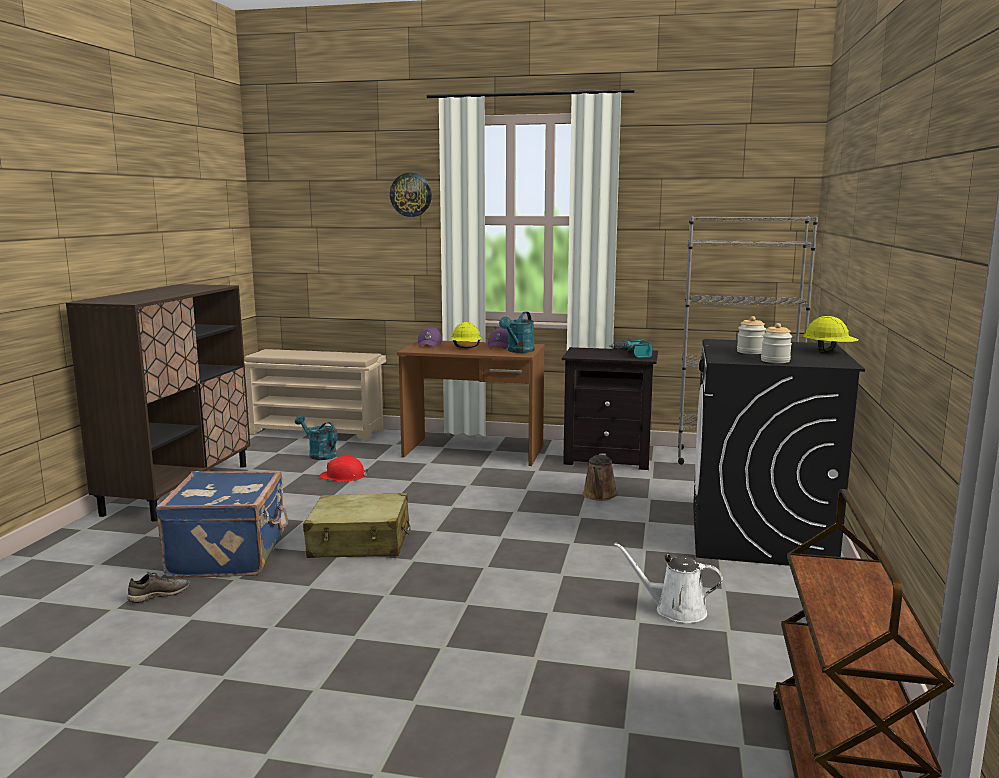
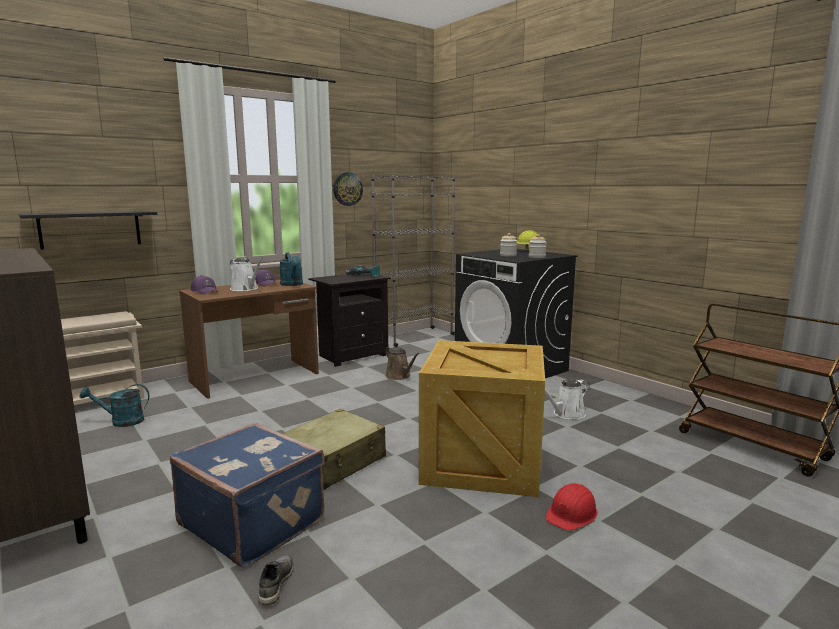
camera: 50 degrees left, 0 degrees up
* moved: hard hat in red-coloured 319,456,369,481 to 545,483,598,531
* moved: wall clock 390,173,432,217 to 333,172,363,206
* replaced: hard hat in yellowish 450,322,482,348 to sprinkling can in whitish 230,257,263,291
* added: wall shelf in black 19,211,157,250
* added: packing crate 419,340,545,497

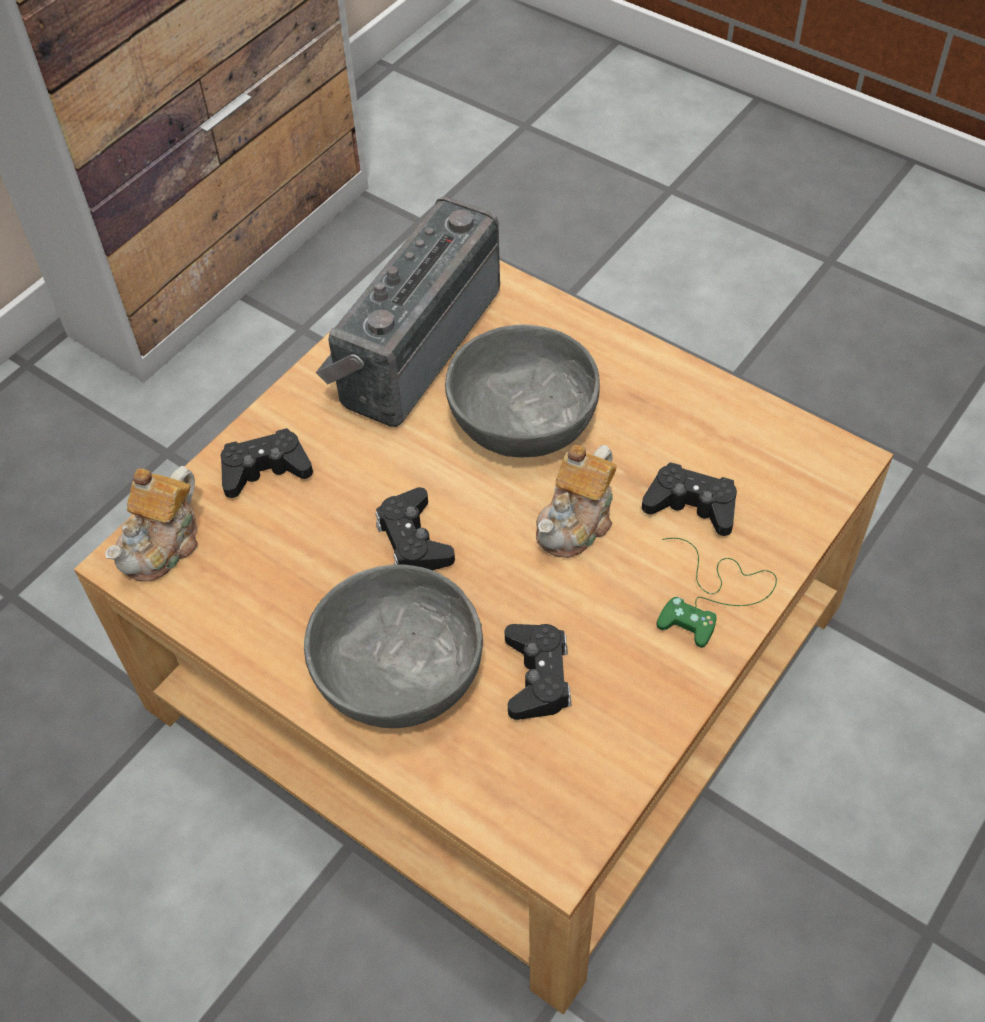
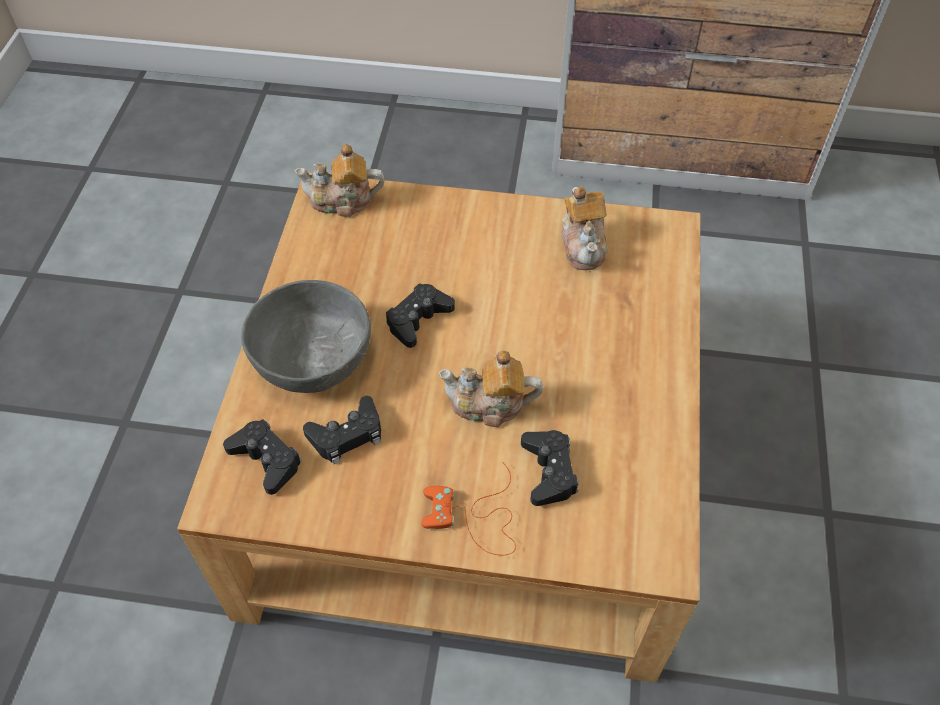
camera: 60 degrees right, 0 degrees up
* moved: joypad in black 221,428,313,498 to 223,419,302,495
* replaced: radio set 316,197,500,427 to teapot 561,187,608,270
* removed: bowl in greyish 445,324,600,457
* recoloured: joypad in green 656,538,777,648 to joypad in orange 421,462,516,556

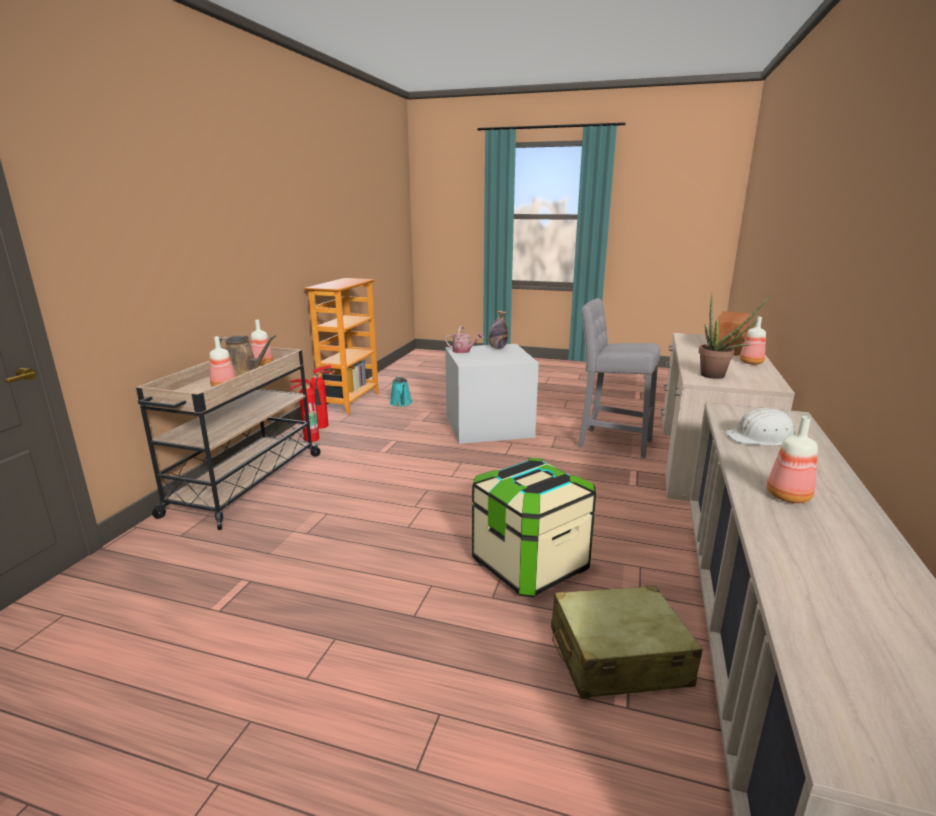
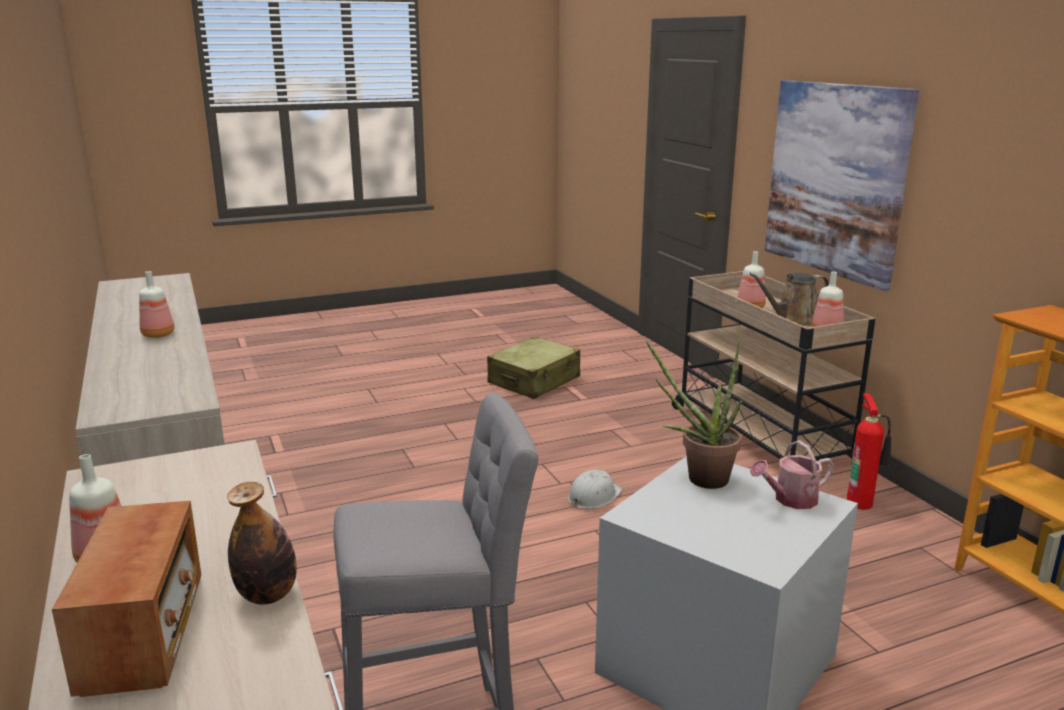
camera: 140 degrees right, 0 degrees up
* removed: fire-fighting cylinder 310,365,333,429
* removed: sprinkling can in turquoise-coloured 390,376,412,406
* removed: storage container 472,458,596,597
* moved: bottle 489,311,508,349 to 227,482,297,605
* moved: suitcase in beige 551,585,703,699 to 487,336,580,399
* moved: houseplant 699,292,771,379 to 646,340,743,489
* moved: hard hat in whitish 725,408,795,446 to 568,470,622,509
* added: wall picture 765,80,919,291

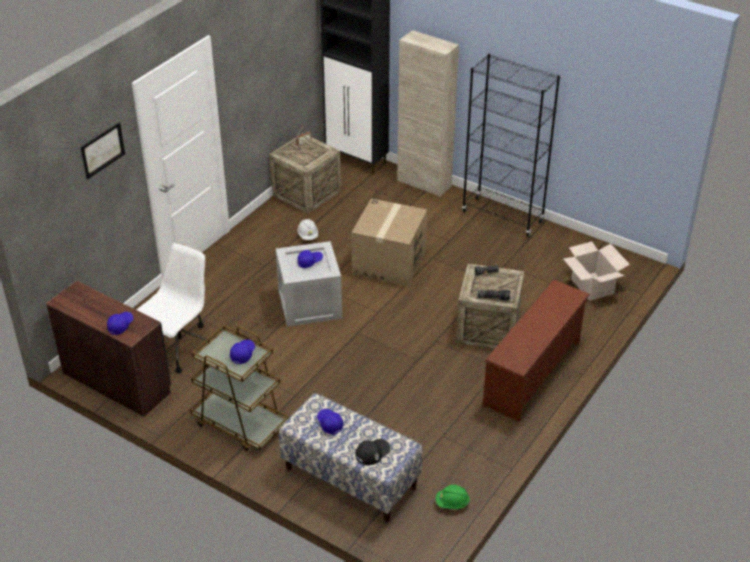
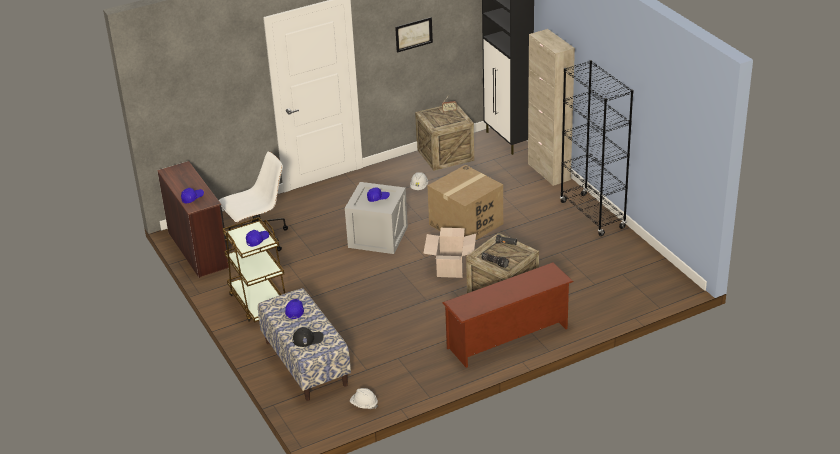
camera: 30 degrees right, 5 degrees down
* moved: wall picture 81,122,125,179 to 395,17,433,53
* recoloured: hard hat in green 436,485,470,509 to hard hat in whitish 350,388,378,409
* moved: packing box 563,241,630,301 to 423,228,476,278

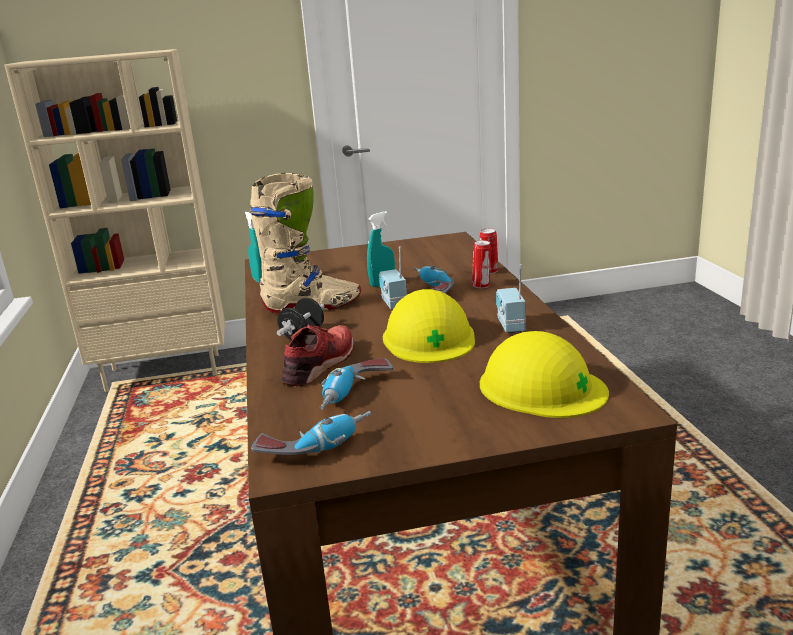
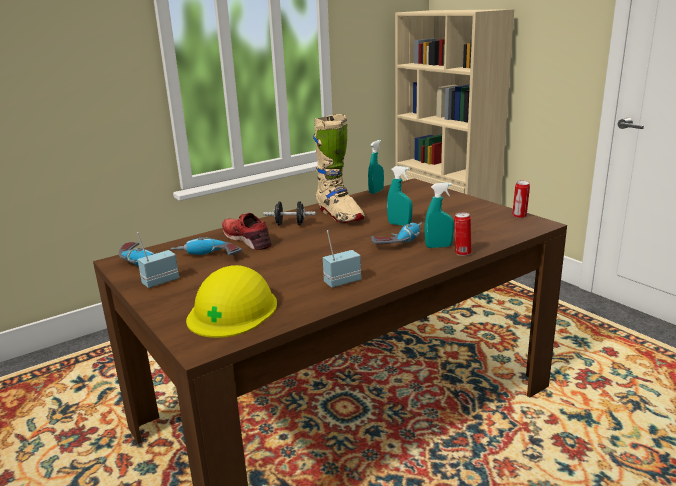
camera: 65 degrees right, 0 degrees up
* turned: low shoe in red-coloured 281,325,354,387 = 222,213,272,250 135 degrees counterclockwise
* moved: radio set 379,247,407,310 to 137,232,179,288
* removed: hard hat in yellowish 383,289,475,363
* moved: can 472,240,491,288 to 512,180,530,218
* added: spray bottle in turquoise-coloured 424,182,454,248

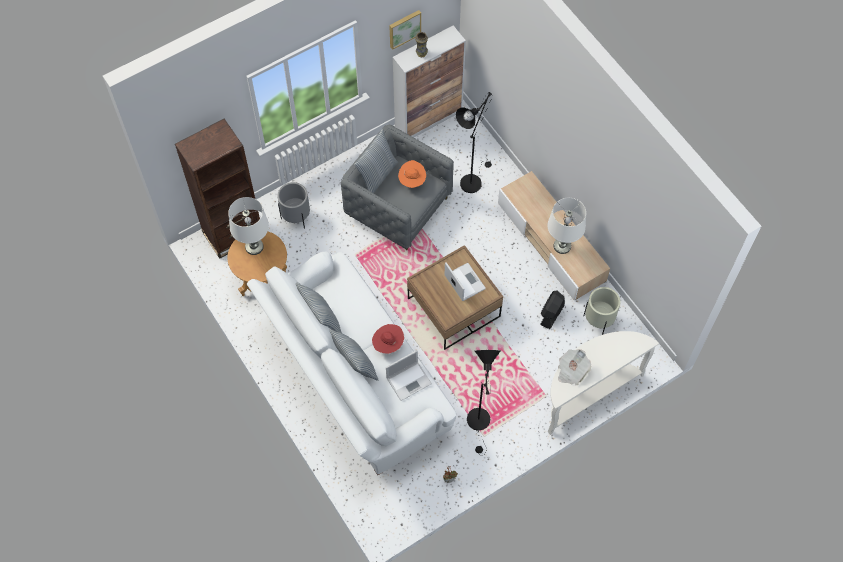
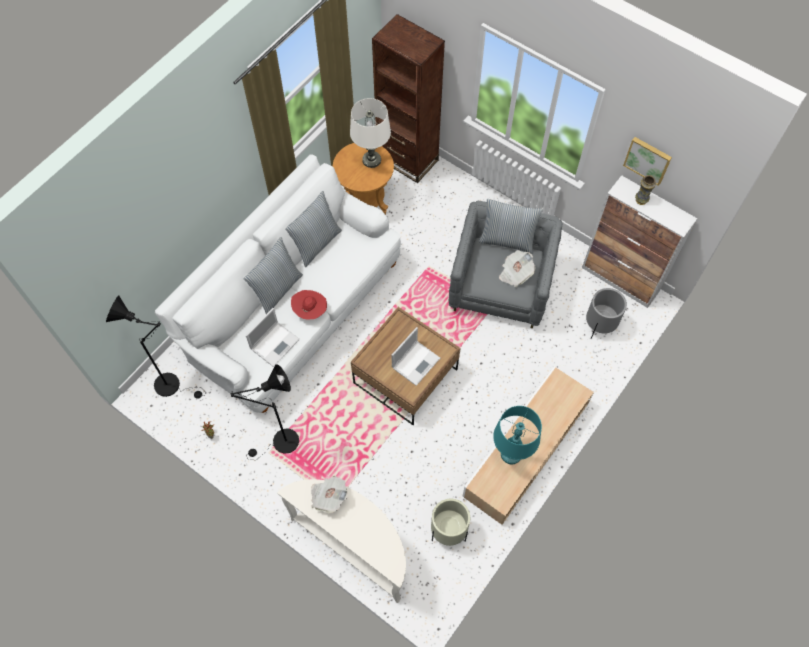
camera: 70 degrees right, 0 degrees up
* moved: planter in greyish 277,182,310,229 to 586,288,627,339
* turned: laptop 386,350,432,401 = 246,308,300,367 90 degrees counterclockwise
* replaced: wearable hat in orange 398,160,426,188 to printed paper 499,250,535,287
* moved: standard lamp in black 456,92,493,193 to 106,296,206,399
* removed: electric fan in black 540,291,565,329
* recoloured: table lamp in whitish 547,198,586,254 to table lamp in turquoise-coloured 493,406,542,464

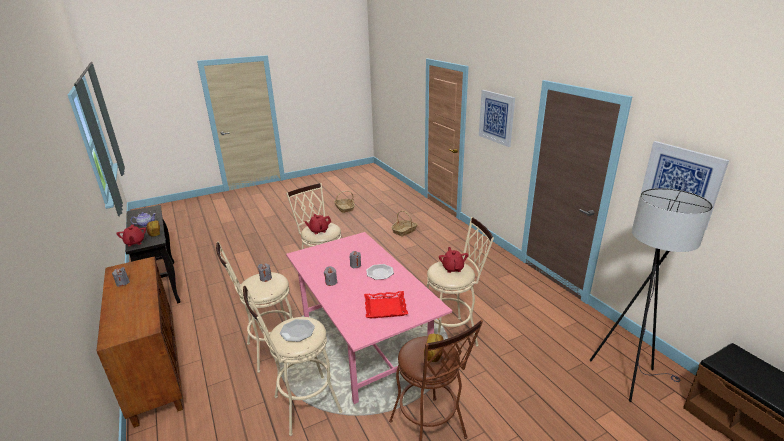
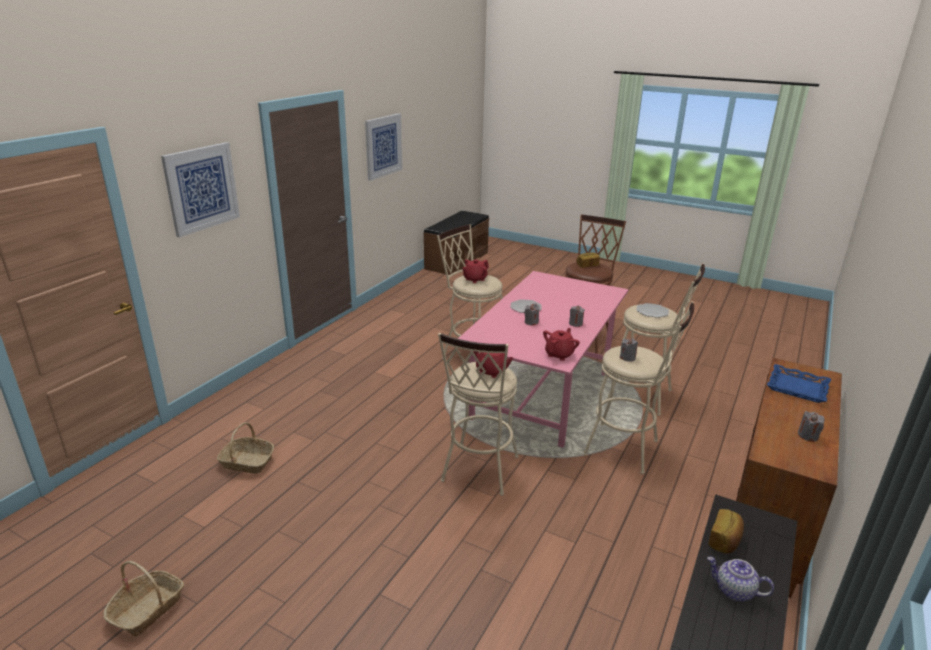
camera: 125 degrees left, 0 degrees up
* moved: teapot in red-coloured 116,224,146,246 to 543,328,580,361
* removed: tray in red-coloured 364,291,408,318
* removed: standard lamp in greyish 590,188,713,402
* added: tray in bluish 767,364,831,403

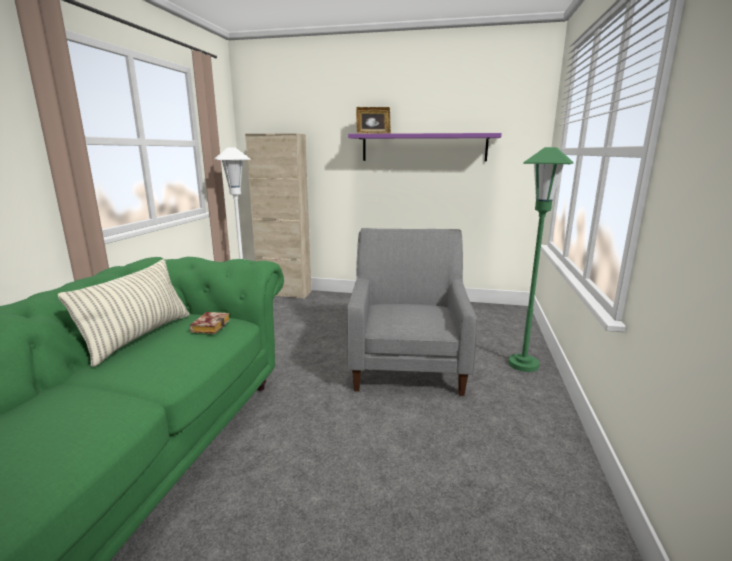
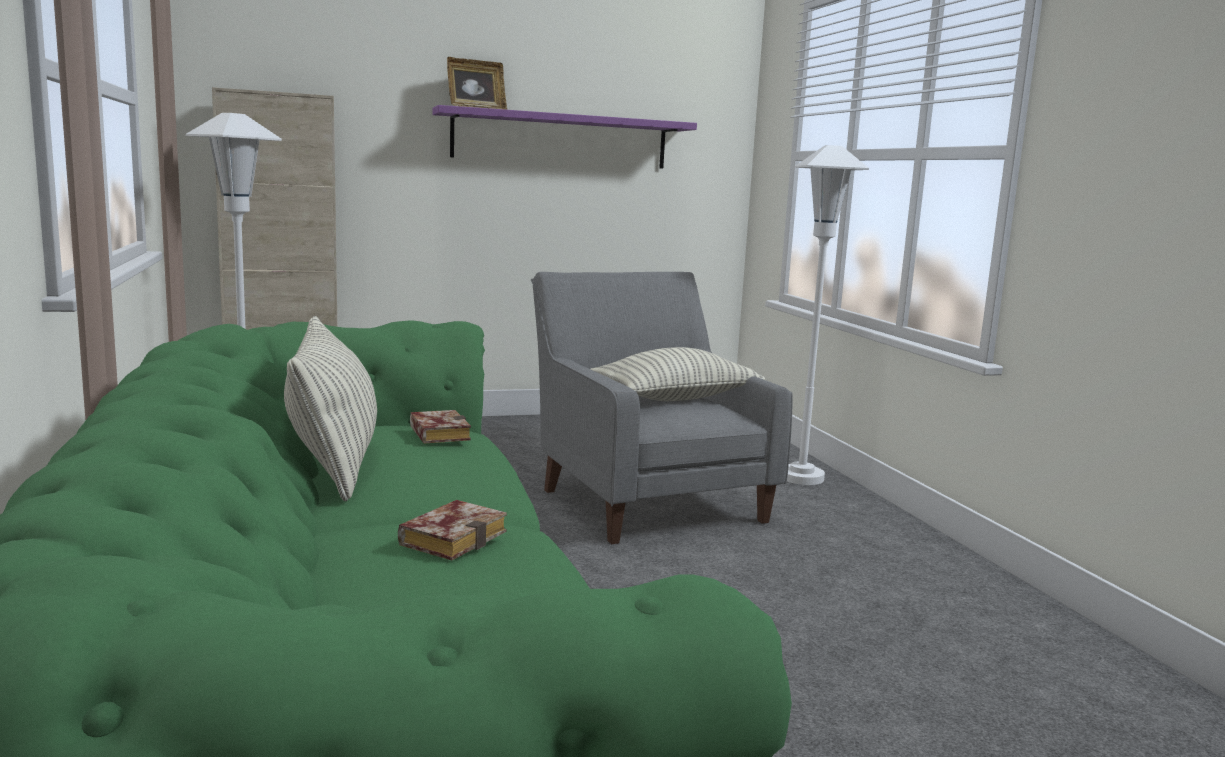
camera: 30 degrees left, 5 degrees down
* recoloured: standard lamp in green 508,147,574,372 to standard lamp in whitish 787,145,869,485
* added: bound book 398,500,507,560
* added: throw pillow 591,347,765,401

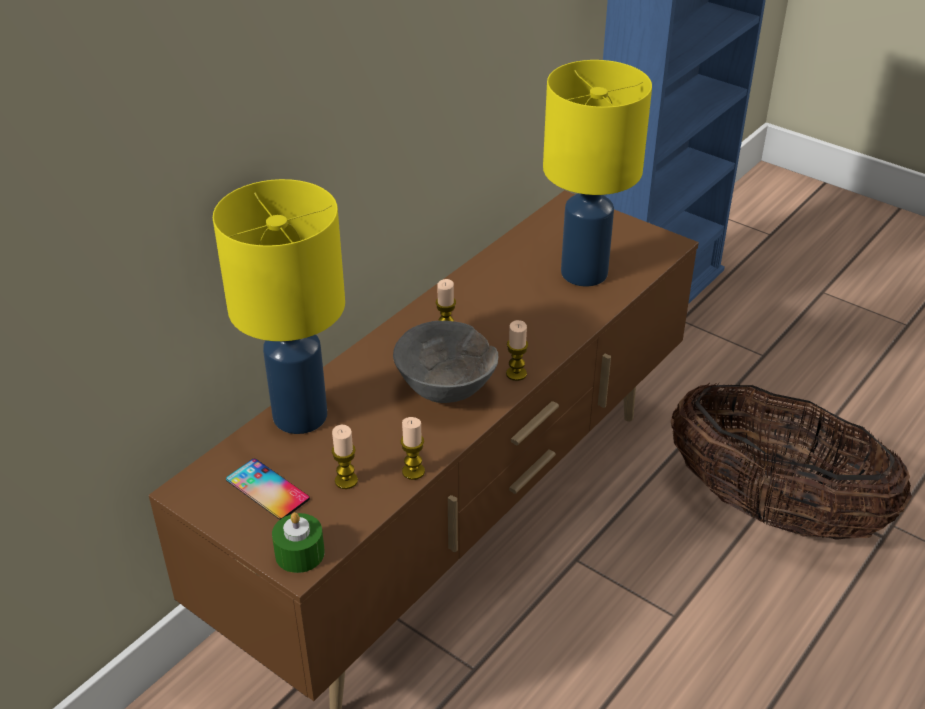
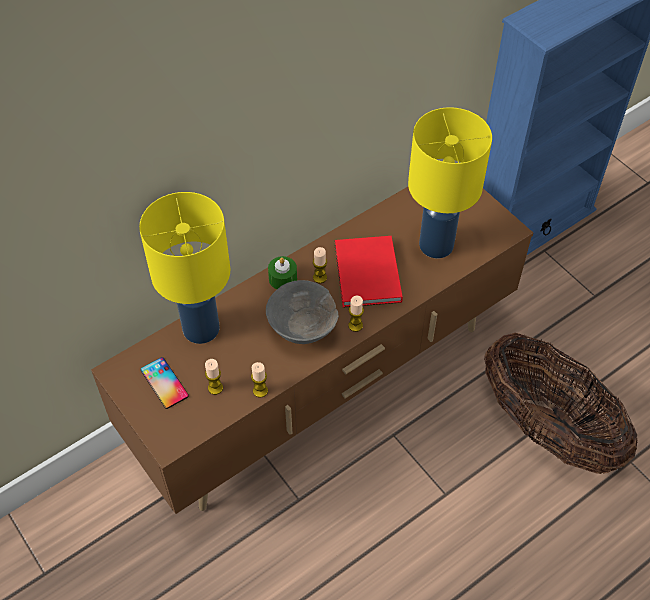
camera: 15 degrees right, 15 degrees up
* moved: wax light in green 272,512,325,573 to 268,256,297,289
* added: bound book in red-coloured 335,236,403,307

